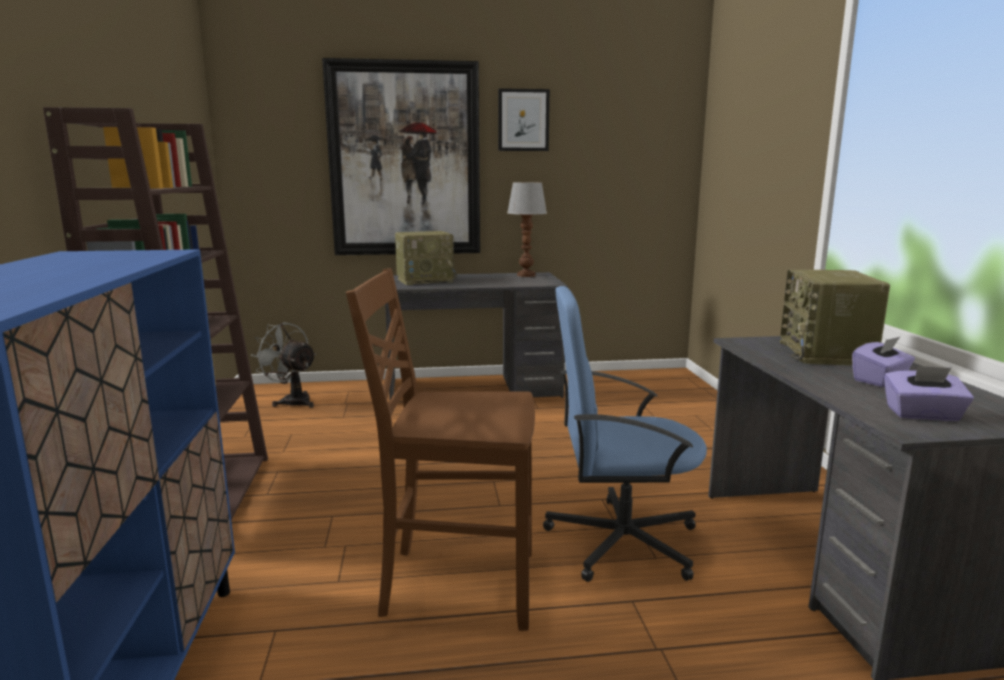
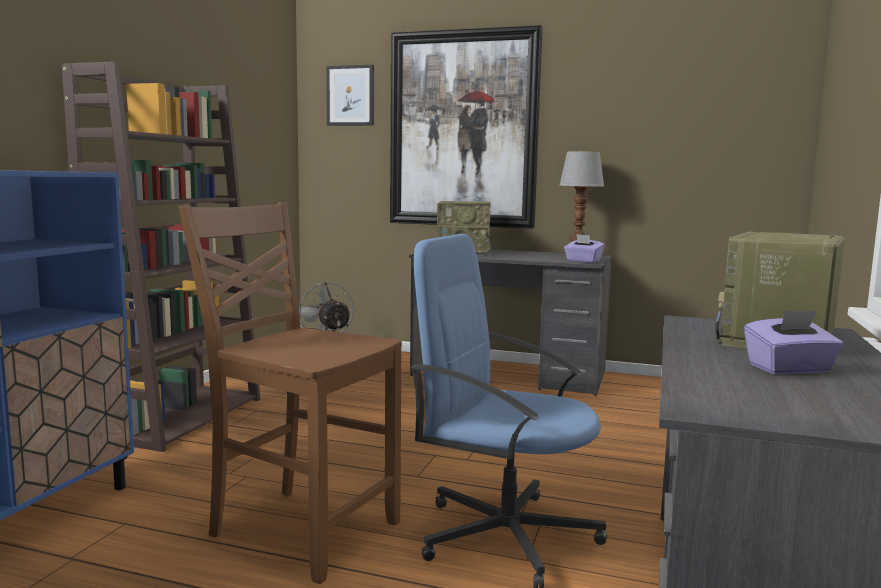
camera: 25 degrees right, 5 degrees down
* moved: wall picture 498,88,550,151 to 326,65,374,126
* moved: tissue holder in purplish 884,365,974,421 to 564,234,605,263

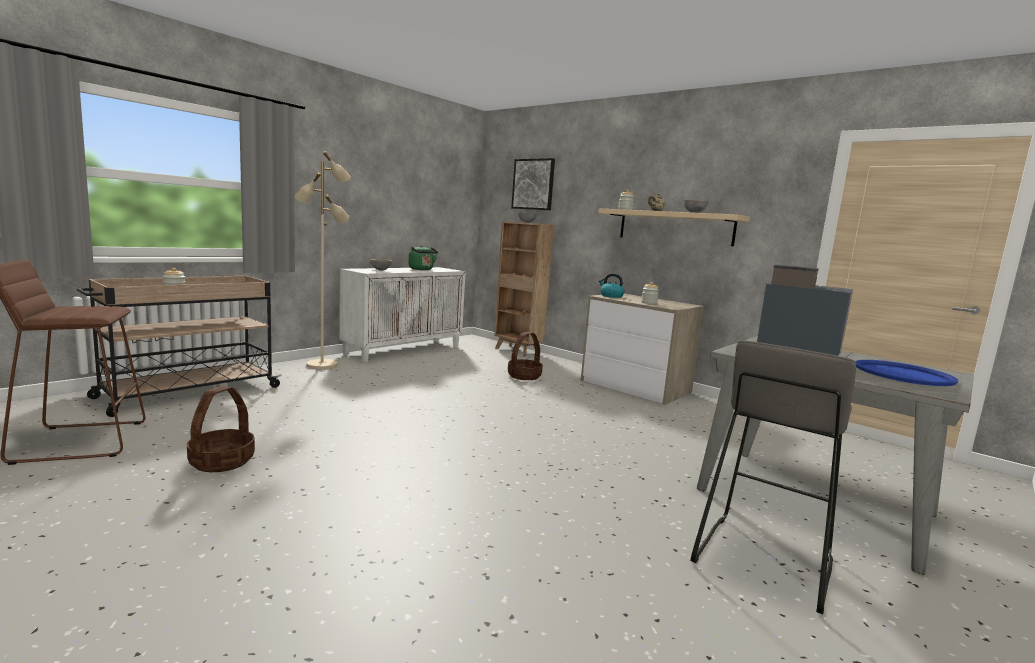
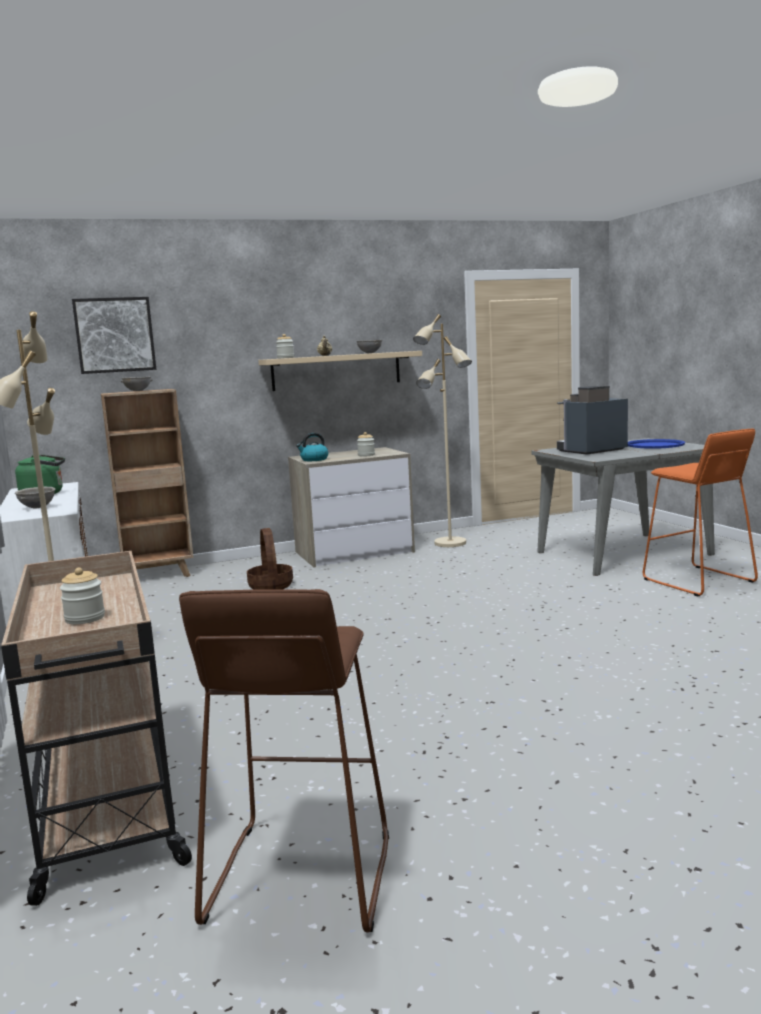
camera: 60 degrees left, 0 degrees up
* removed: basket 187,386,255,472
* recoloured: stool in greyish 690,340,856,614 to stool in orange 643,429,758,597
* added: standard lamp in beige 413,314,472,547

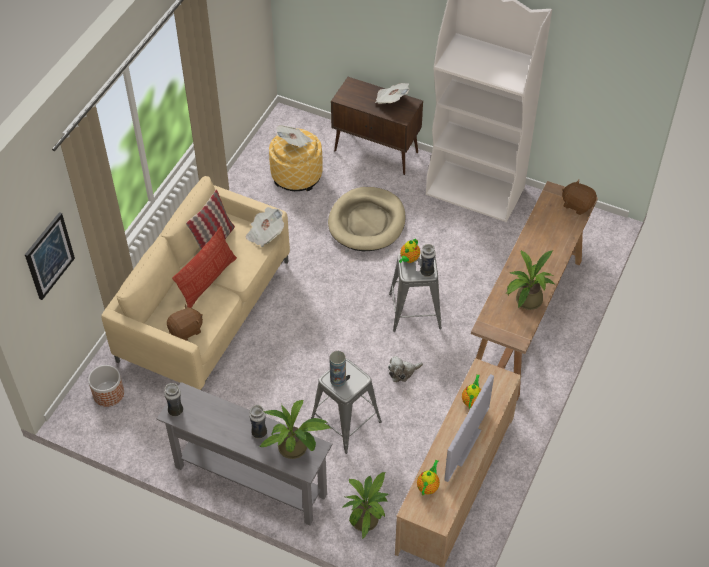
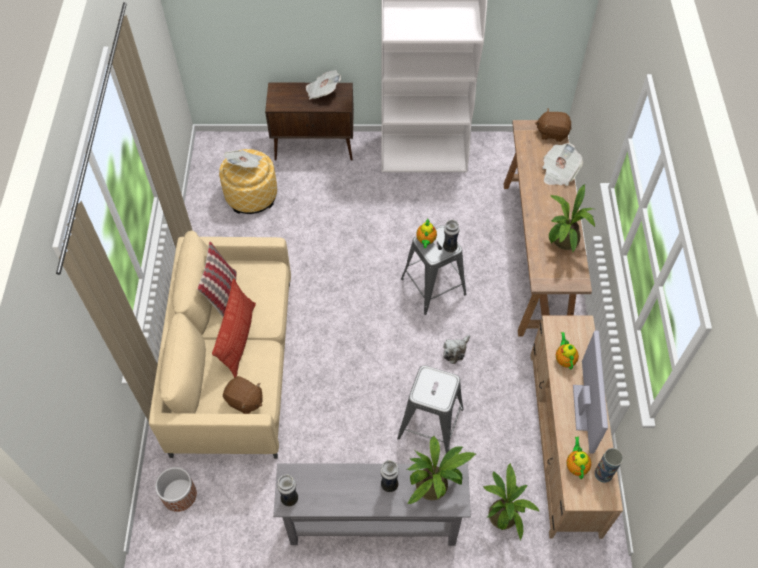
camera: 25 degrees left, 5 degrees up
* removed: wall picture 25,212,75,300
* turned: plush toy in brownish 167,304,203,341 = 223,376,263,414 90 degrees clockwise
* moved: printed paper 246,207,284,247 to 542,143,583,186
* removed: dog bed in beige 328,187,405,251
* moved: flower vase 329,351,346,387 to 594,448,623,483

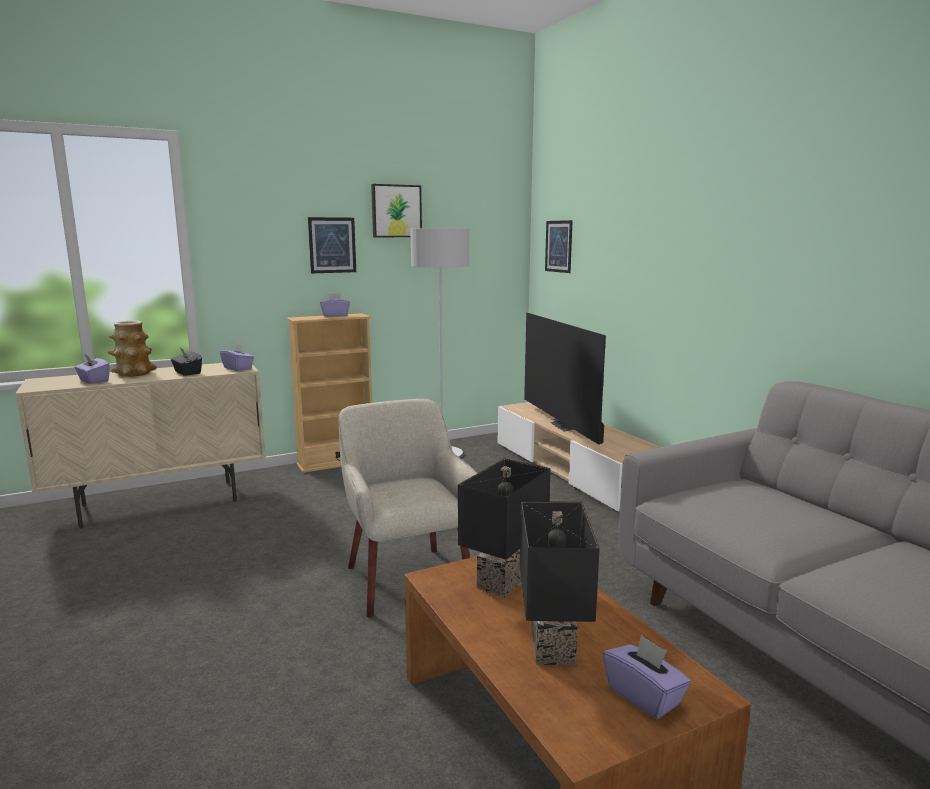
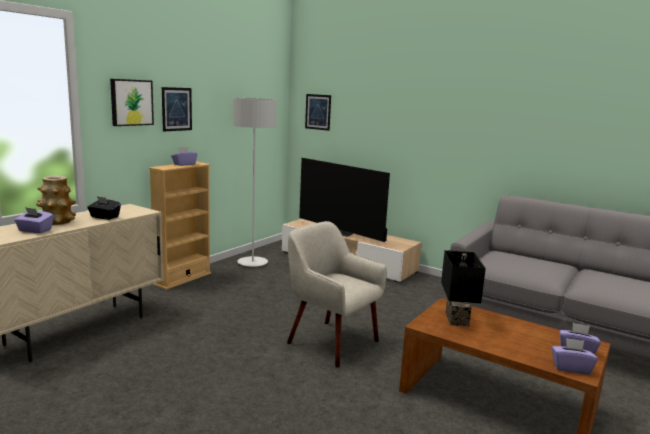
camera: 30 degrees left, 0 degrees up
* moved: tissue holder in purplish 220,343,254,371 to 551,338,598,375
* moved: wall picture 371,184,422,237 to 110,79,154,126
* removed: table lamp in black 520,501,600,665

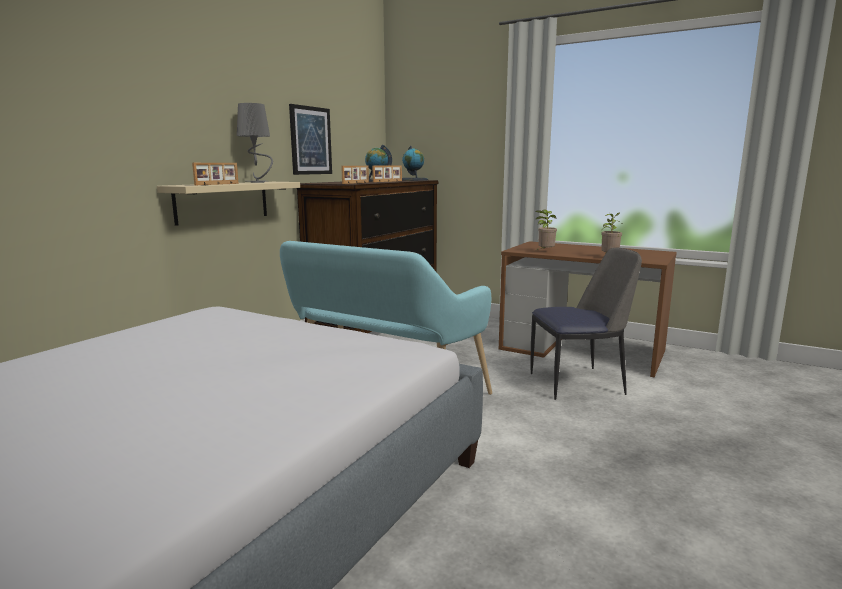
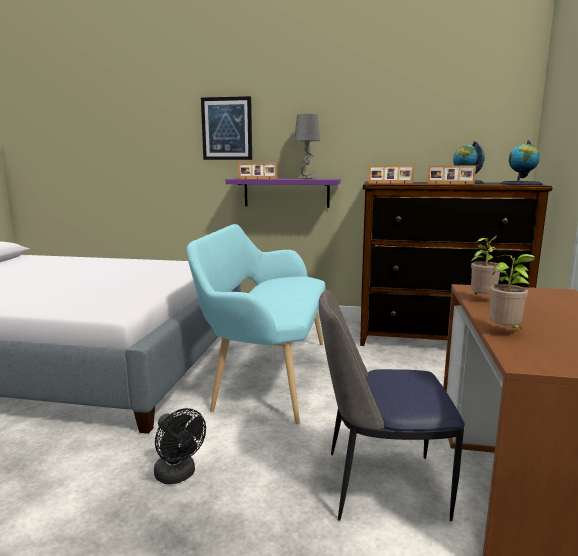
camera: 70 degrees right, 0 degrees up
* recoloured: wall shelf in beige 157,182,300,226 to wall shelf in purplish 226,178,341,208
* moved: wall picture 289,104,332,175 to 201,96,252,160
* turned: upright chair 531,248,642,400 = 319,290,465,521 120 degrees clockwise
* added: electric fan in black 154,408,206,484

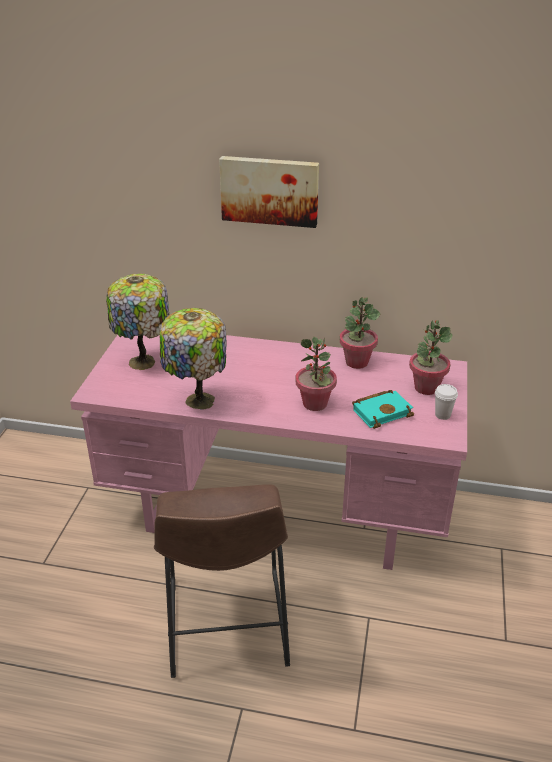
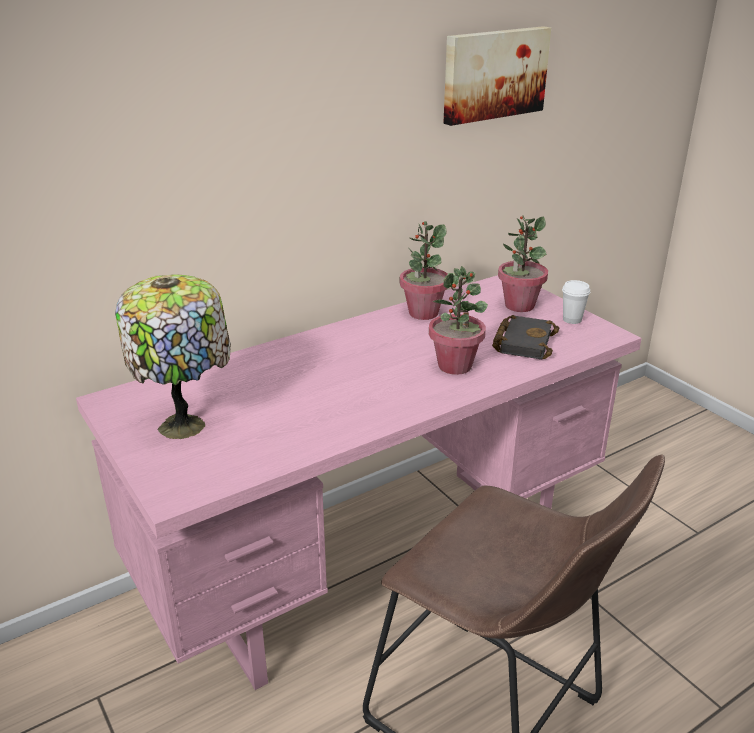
camera: 45 degrees left, 5 degrees down
* removed: table lamp 159,308,227,410
* moved: wall picture 219,156,319,228 to 443,26,551,126
* recoloured: bound book in turquoise-coloured 352,390,414,429 to bound book in black 492,315,559,359

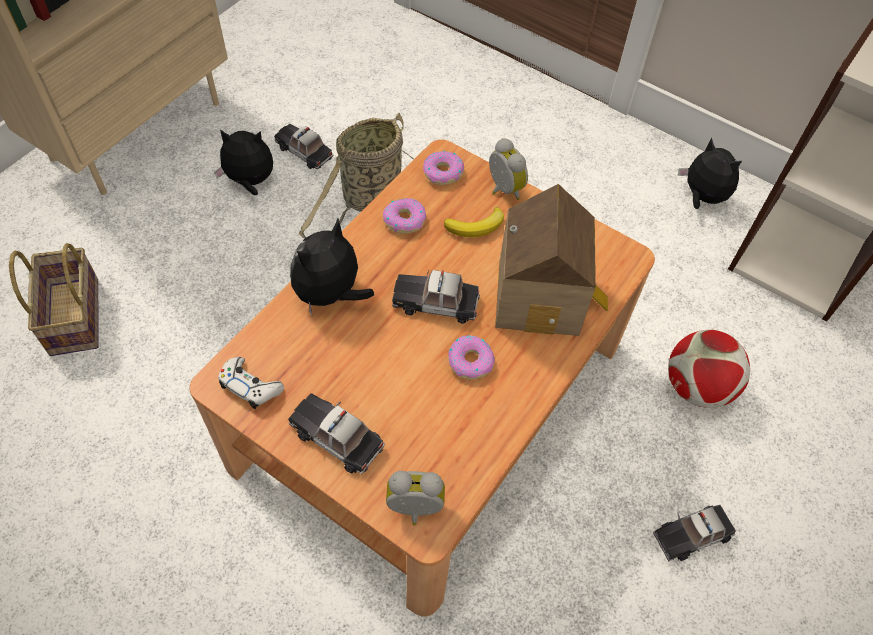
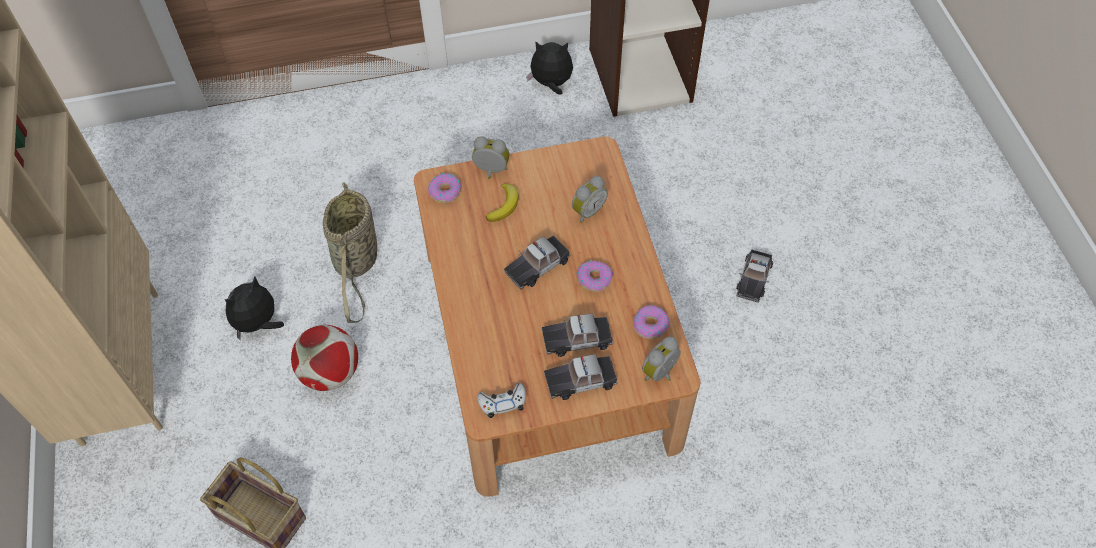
camera: 45 degrees left, 0 degrees up
* moved: miniature car 274,124,334,169 to 542,313,613,357
* removed: plush toy 290,219,374,317
* moved: doughnut 383,198,426,234 to 633,305,670,339
* replaced: model house 495,184,608,336 to alarm clock 572,176,608,223
* moved: football 668,329,750,408 to 291,325,358,391

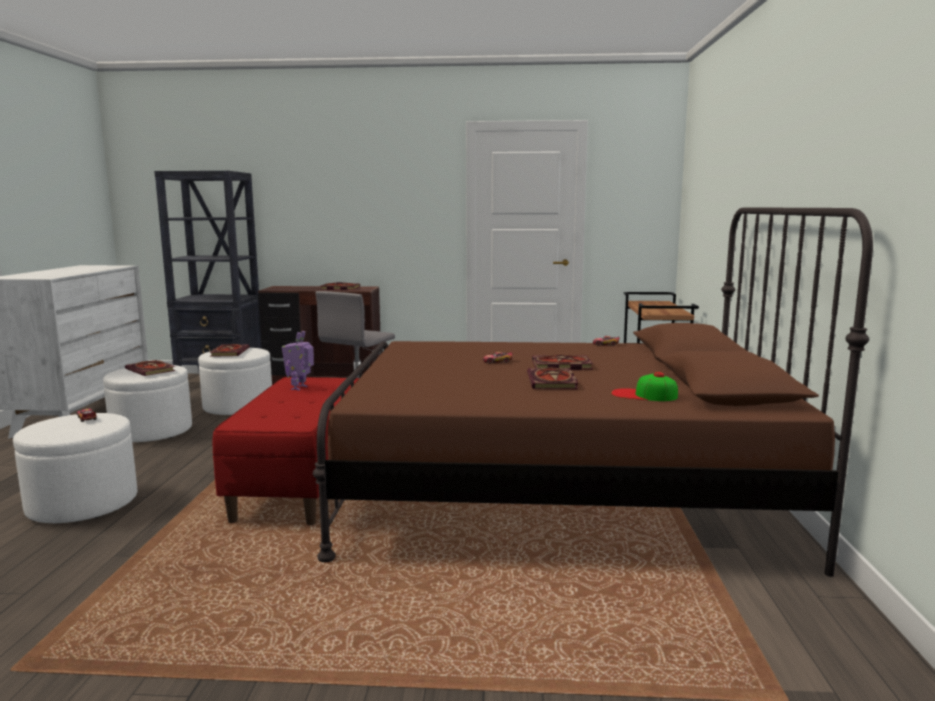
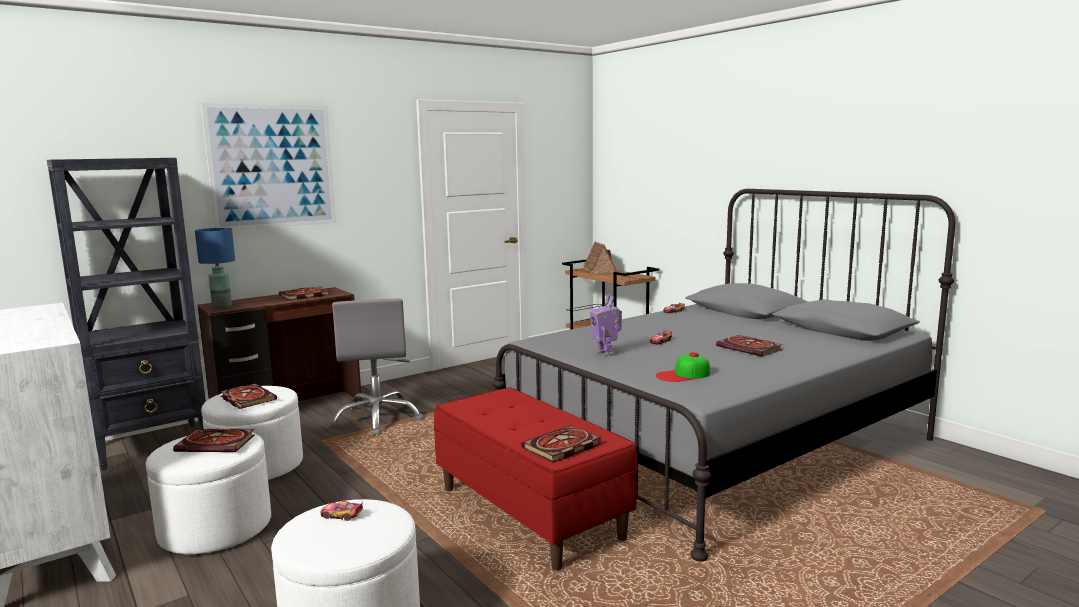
camera: 40 degrees left, 0 degrees up
* moved: model robot 282,331,314,390 to 590,295,622,357
* recoloured: bedroom bed in brownish 313,207,873,577 to bedroom bed in greyish 493,189,955,561
* moved: bound book 532,355,593,370 to 521,425,601,463
* moved: peaked cap 611,372,678,401 to 656,352,710,382
* added: table lamp in bluish 195,228,235,308
* added: wall picture 201,103,336,231
* added: model house 583,241,616,274

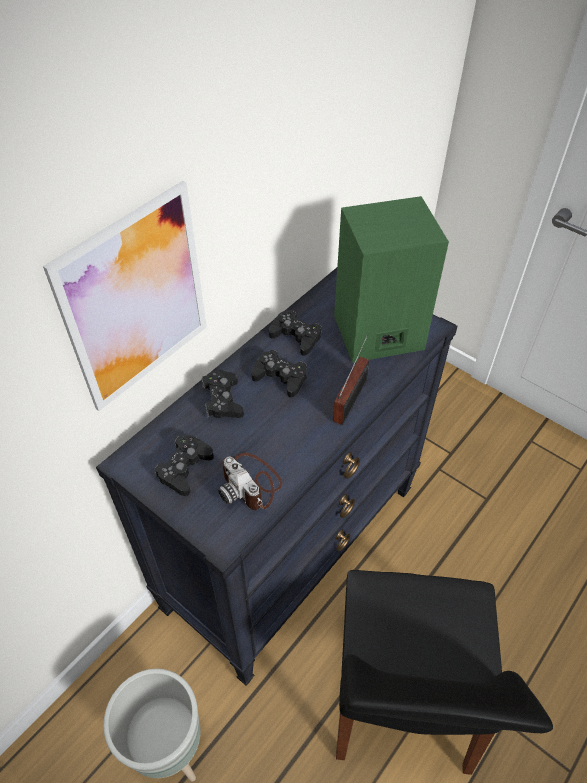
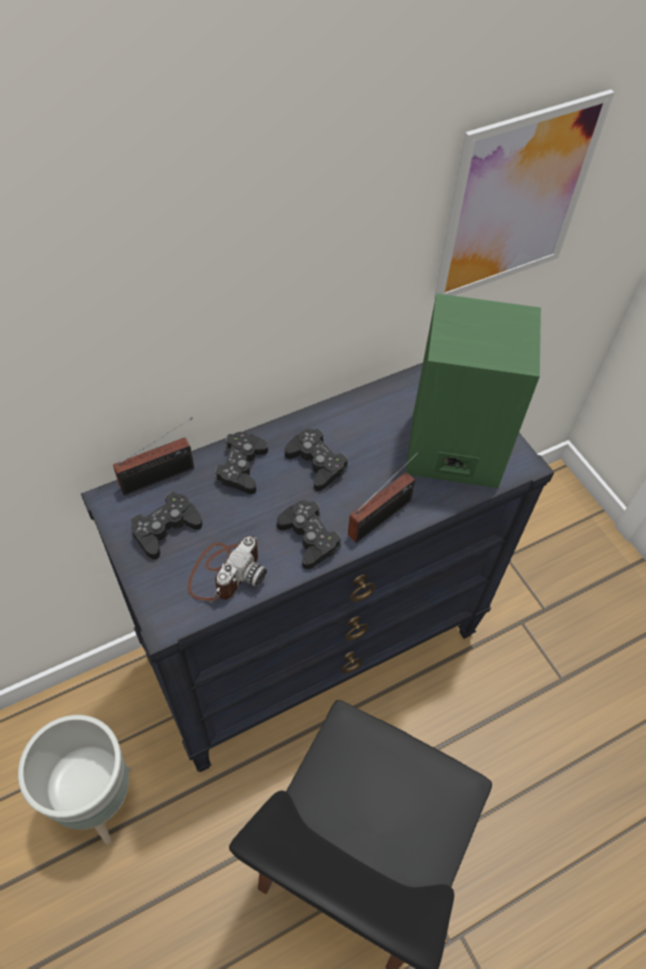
camera: 20 degrees right, 5 degrees up
* moved: wall picture 43,181,207,411 to 434,89,615,300
* turned: photo camera 218,453,282,510 = 188,536,267,601 135 degrees counterclockwise
* moved: joypad in black 269,310,322,356 to 277,500,341,569
* added: radio set 113,417,194,495

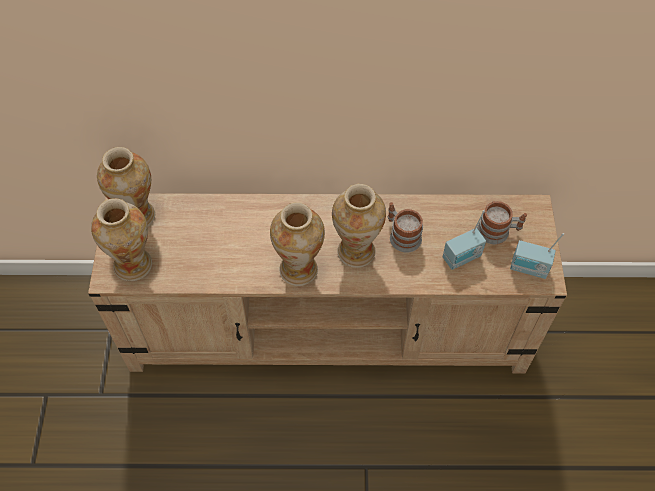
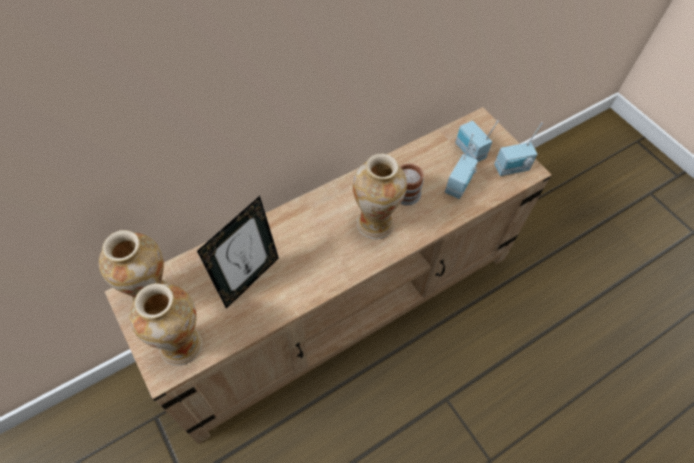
camera: 35 degrees left, 0 degrees up
* removed: flower vase 270,203,325,286
* replaced: tea mug 477,201,527,244 to radio set 455,120,499,162
* added: standing frame 197,196,279,309

